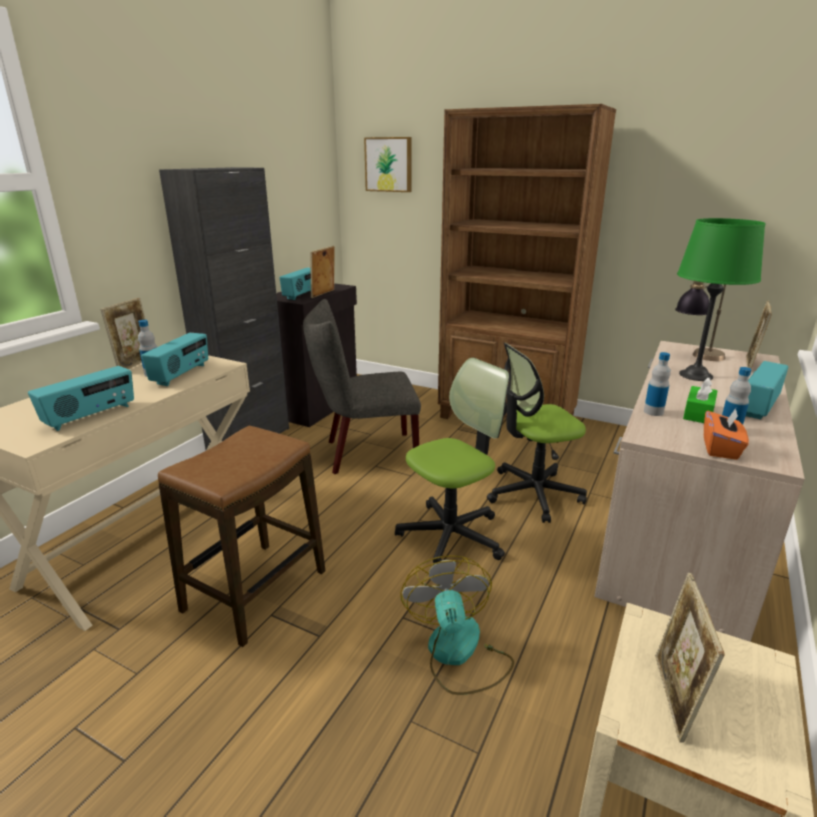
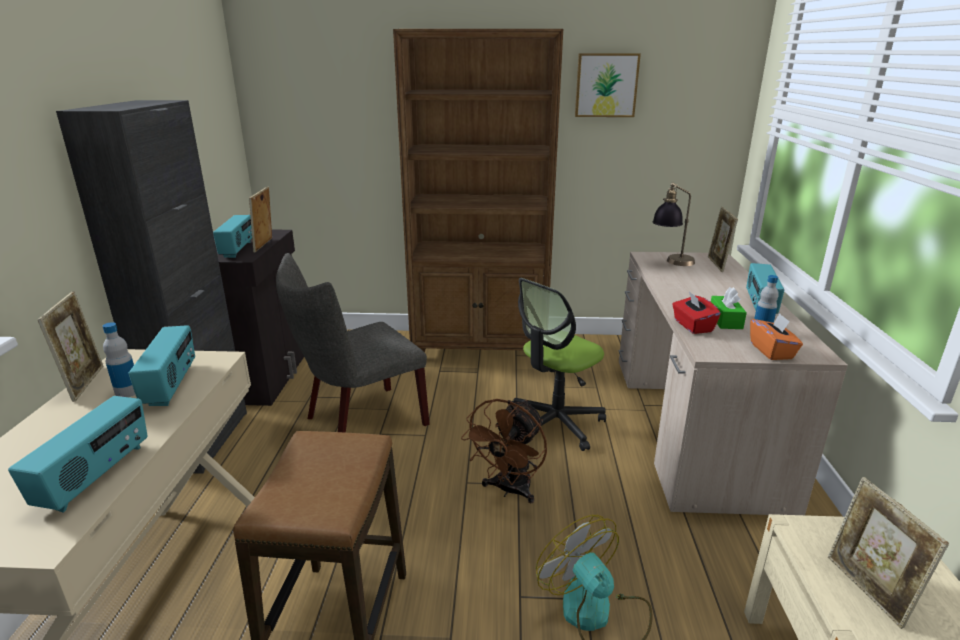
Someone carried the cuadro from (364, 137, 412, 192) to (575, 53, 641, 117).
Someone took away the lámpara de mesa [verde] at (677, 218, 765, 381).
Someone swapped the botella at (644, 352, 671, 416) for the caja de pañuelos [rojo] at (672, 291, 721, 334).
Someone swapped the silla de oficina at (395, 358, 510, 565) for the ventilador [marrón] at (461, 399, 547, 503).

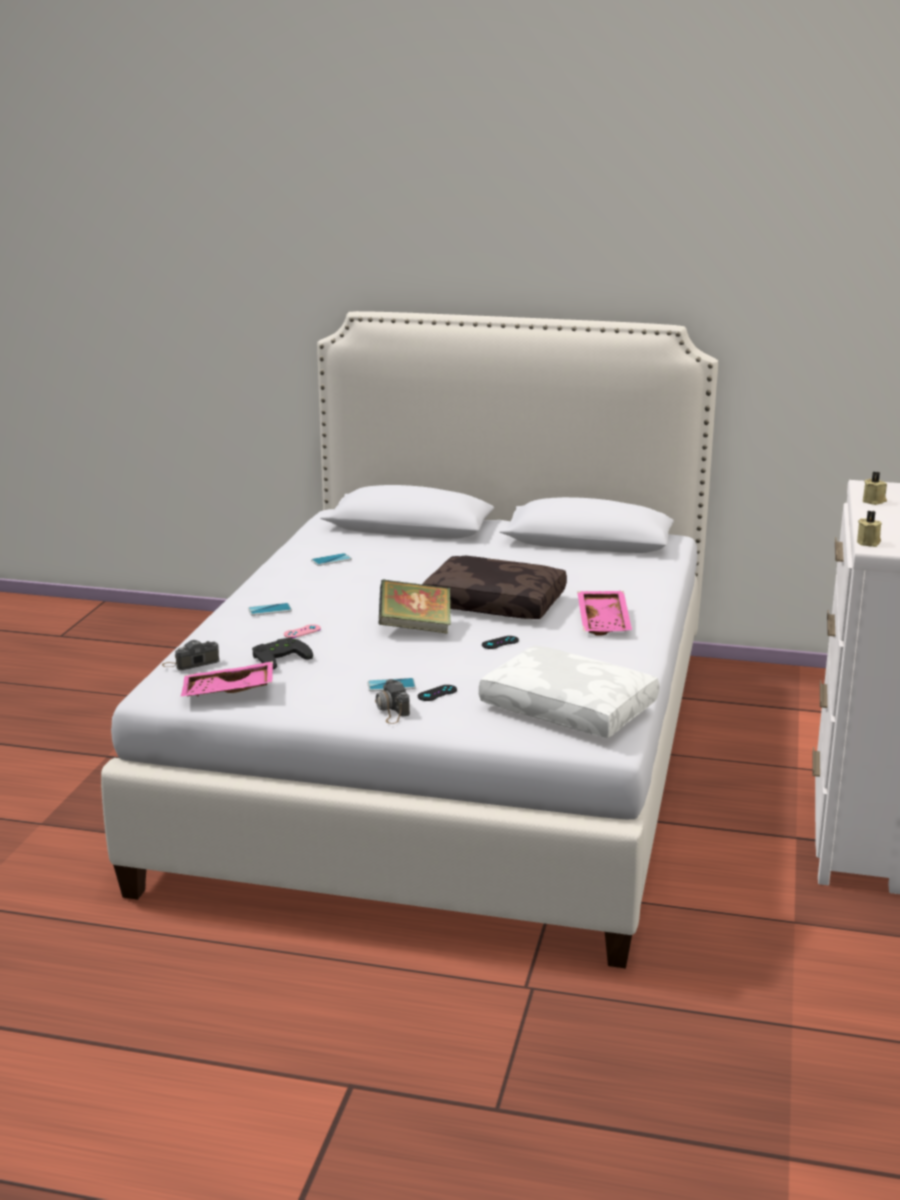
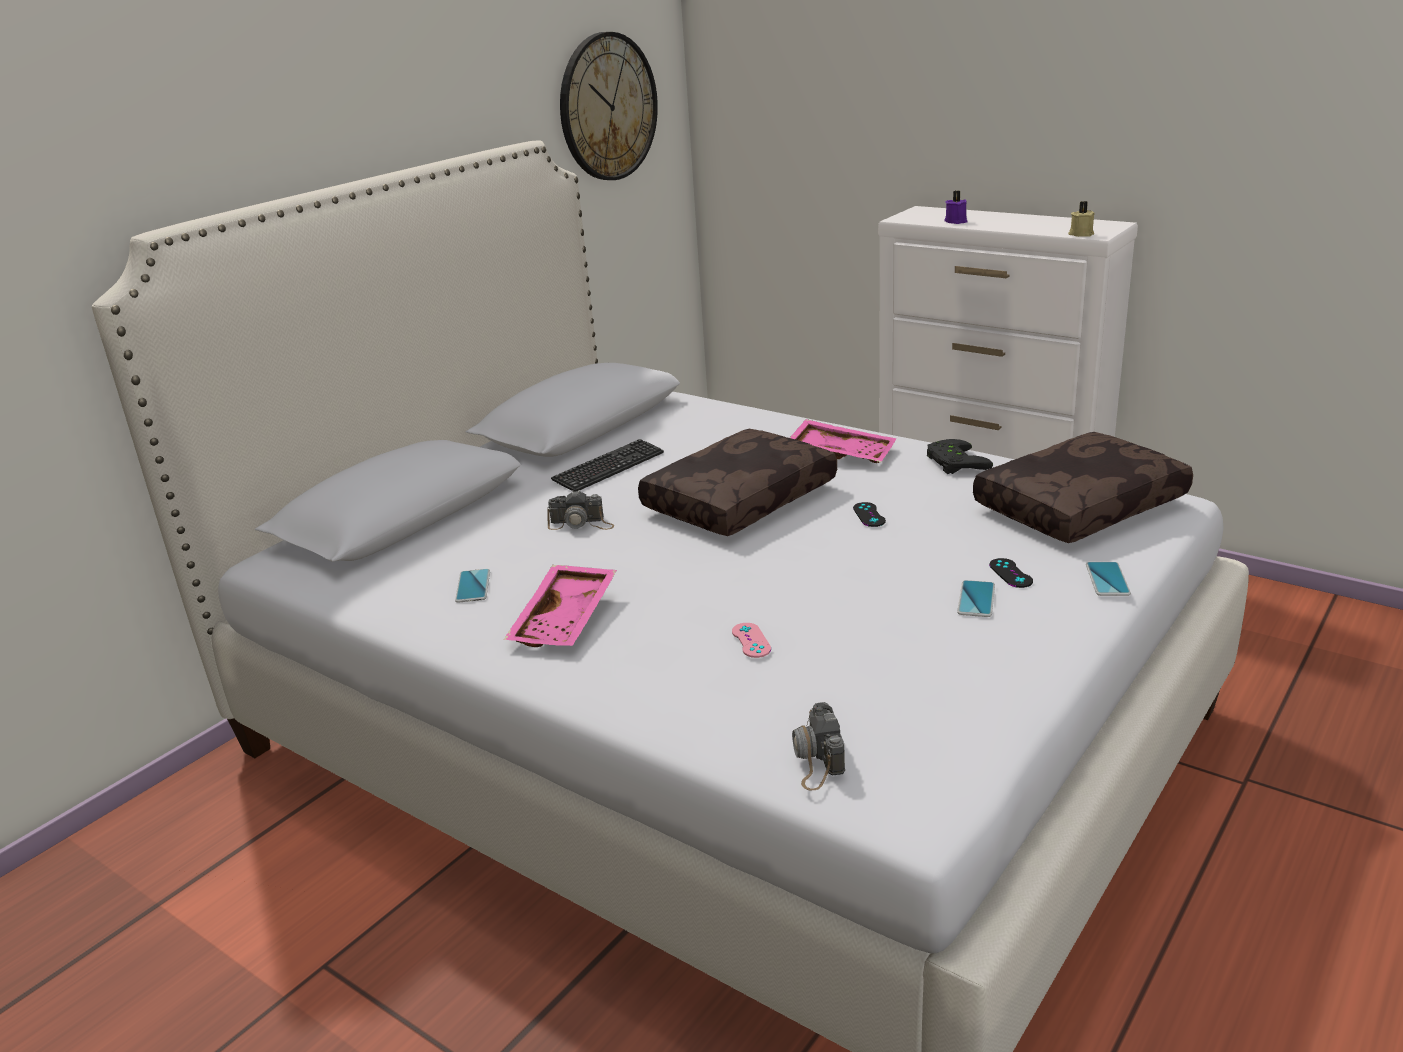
Someone repainted the vela [beis] at (863, 471, 887, 505), which became the vela [morado] at (944, 191, 968, 224).
Someone took away the libro at (379, 579, 451, 634).
Someone carried the móvil from (248, 603, 292, 616) to (1086, 562, 1131, 596).
Someone carried the mando de consola [negro] from (252, 638, 313, 669) to (927, 439, 993, 474).
Someone repainted the cojín [blanco] at (479, 646, 660, 738), which became the cojín [marrón] at (973, 432, 1193, 543).
Someone carried the bandeja [rosa] from (181, 661, 273, 697) to (504, 565, 617, 647).
Someone carried the cámara from (375, 679, 410, 724) to (547, 490, 614, 530).
Someone put up the reloj de pared at (560, 32, 658, 180).
Someone put down the teclado at (551, 439, 664, 492).

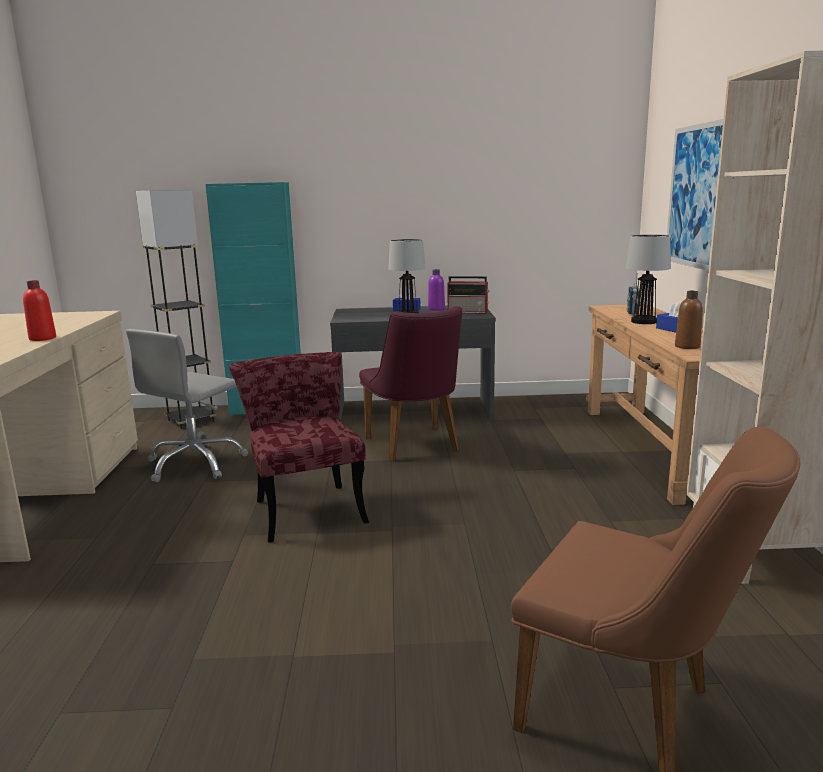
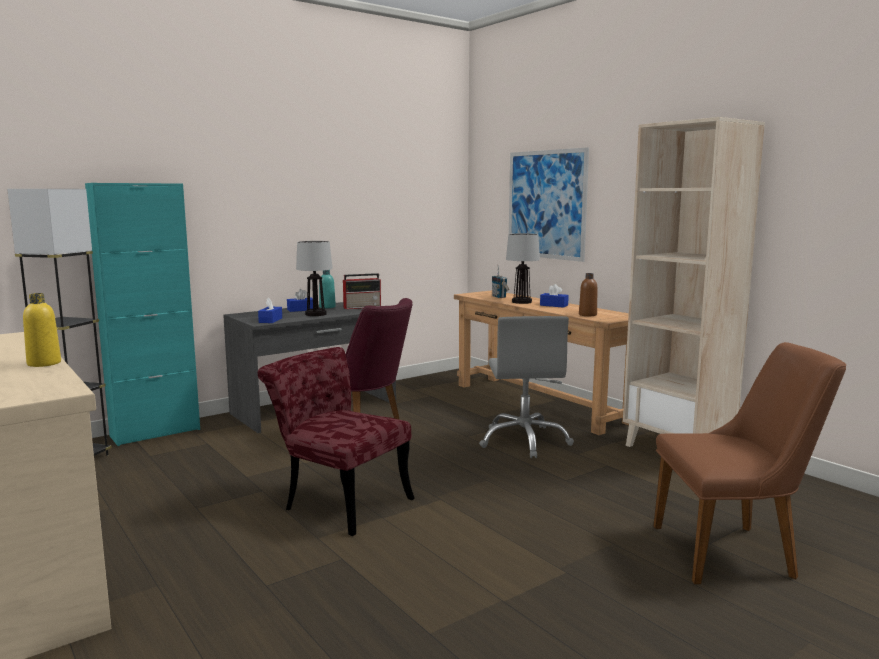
Someone repainted the botella [morado] at (428, 269, 445, 311), which became the botella [turquesa] at (319, 270, 336, 308).
Someone repainted the botella [rojo] at (23, 280, 56, 341), which became the botella [amarillo] at (23, 293, 61, 367).
Someone carried the silla de oficina [gris] from (126, 329, 248, 482) to (479, 316, 574, 458).
Someone put down the caja de pañuelos [azul] at (258, 297, 282, 323).

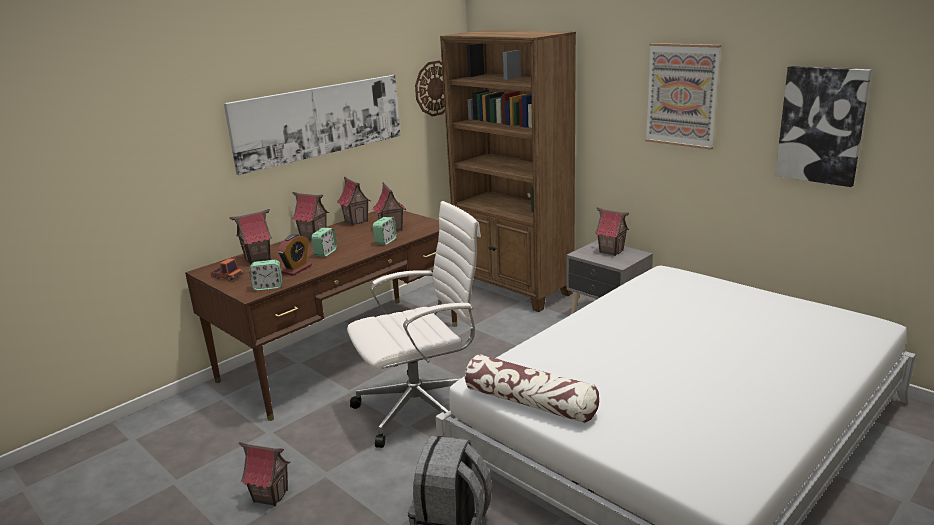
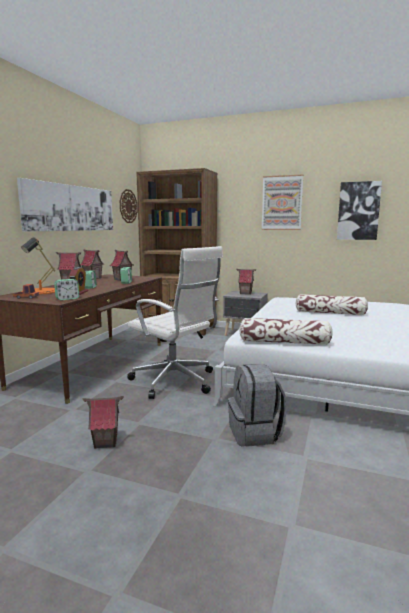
Someone rotated the silla de oficina [blanco] at (347, 201, 481, 448) by 90 degrees clockwise.
Someone swapped the casita at (230, 209, 272, 264) for the lámpara de mesa [naranja] at (21, 237, 55, 295).
Someone put down the cojín at (296, 294, 368, 315).

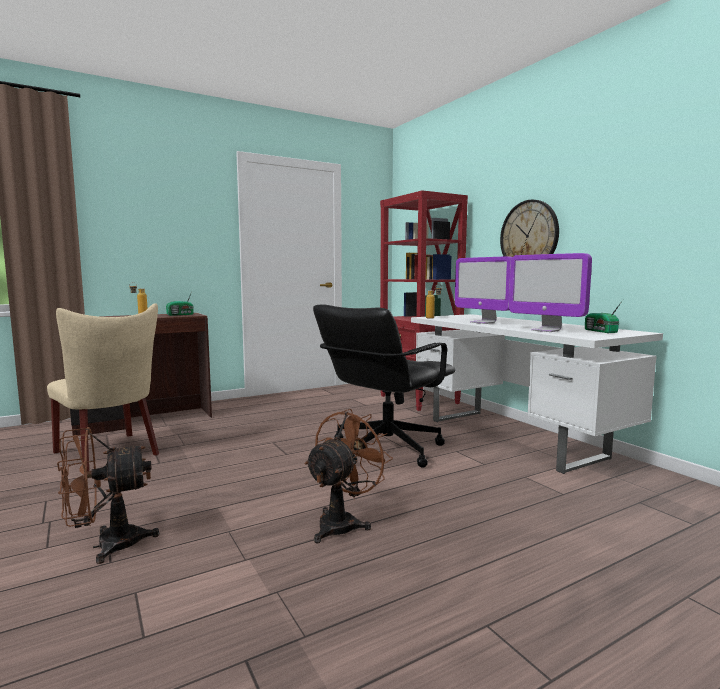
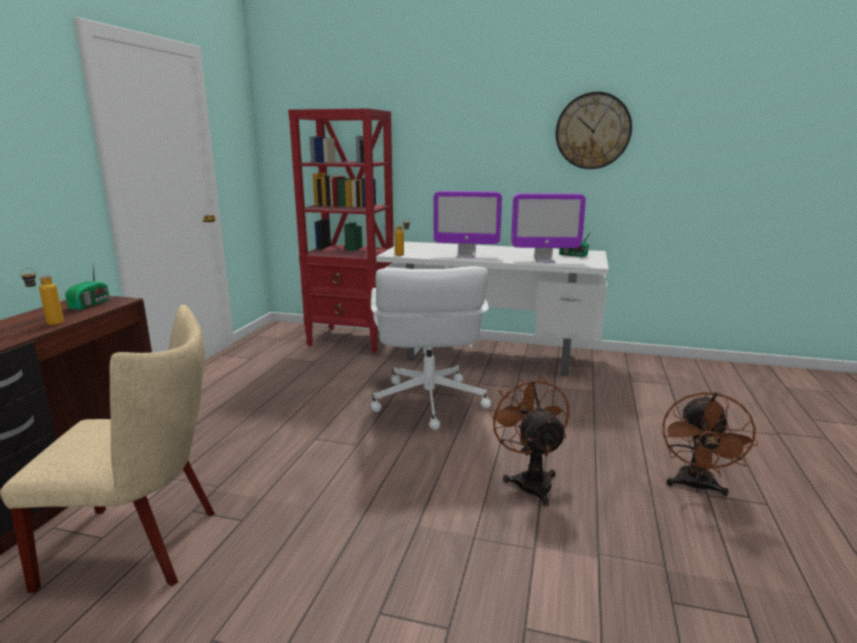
Someone carried the reloj de pared from (500, 200, 559, 257) to (556, 92, 632, 169).
Someone repainted the silla de oficina [negro] at (313, 304, 455, 468), which became the silla de oficina [blanco] at (370, 266, 491, 430).
Someone carried the ventilador [marrón] from (57, 427, 159, 564) to (662, 392, 758, 496).

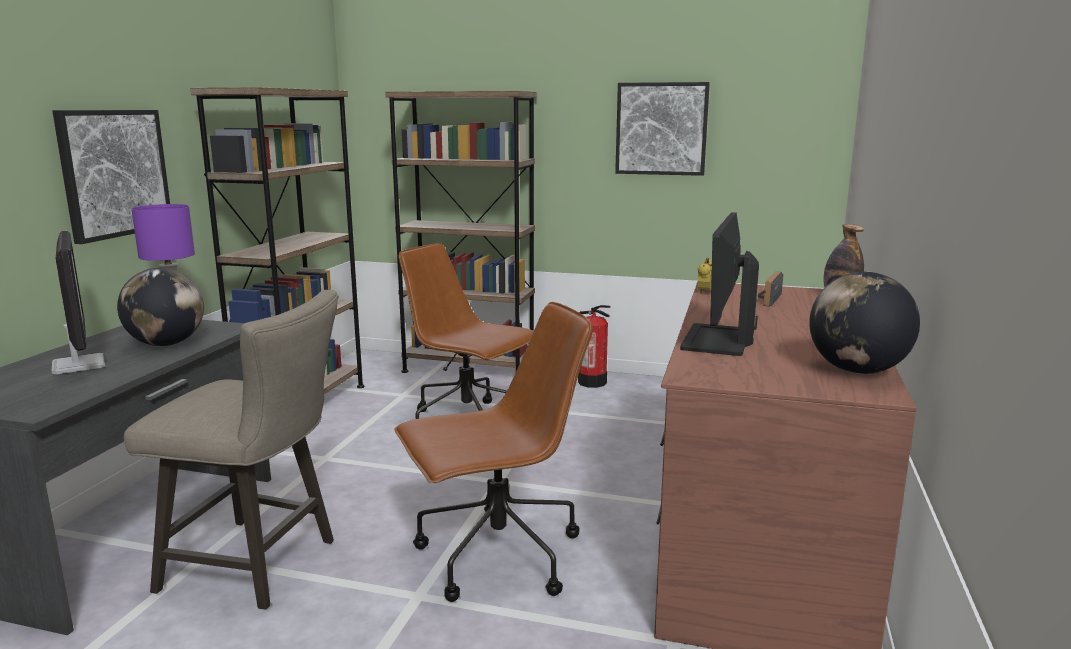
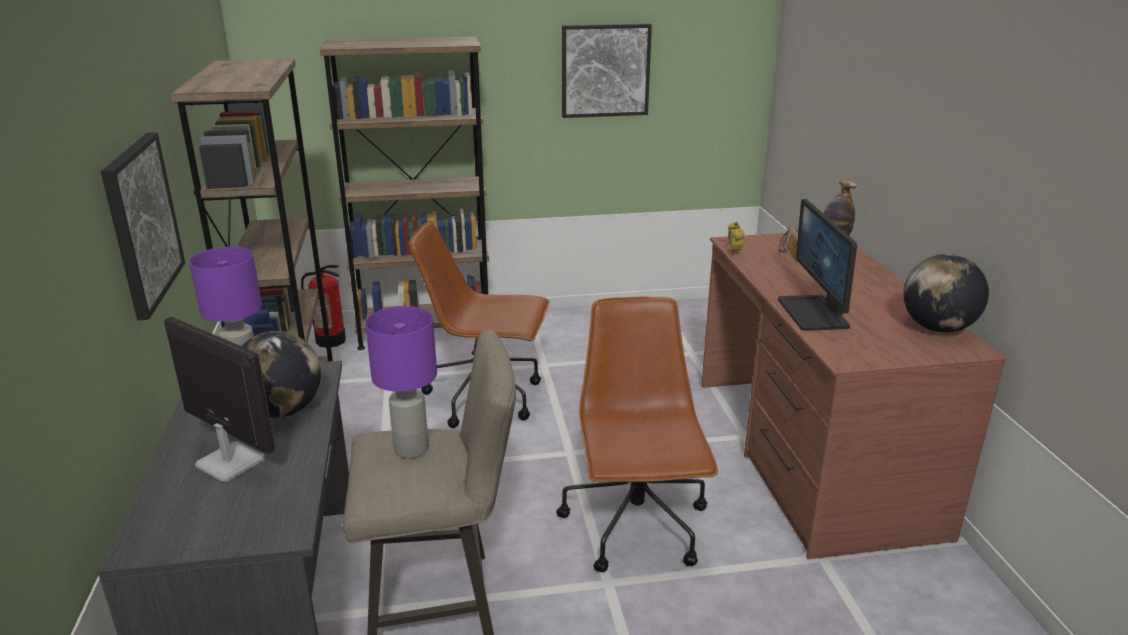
Someone rotated the silla de oficina [marrón] at (394, 302, 593, 602) by 45 degrees counterclockwise.
Someone carried the extintor from (578, 305, 610, 388) to (301, 265, 346, 348).
Someone put down the lámpara de mesa [morado] at (365, 306, 437, 459).

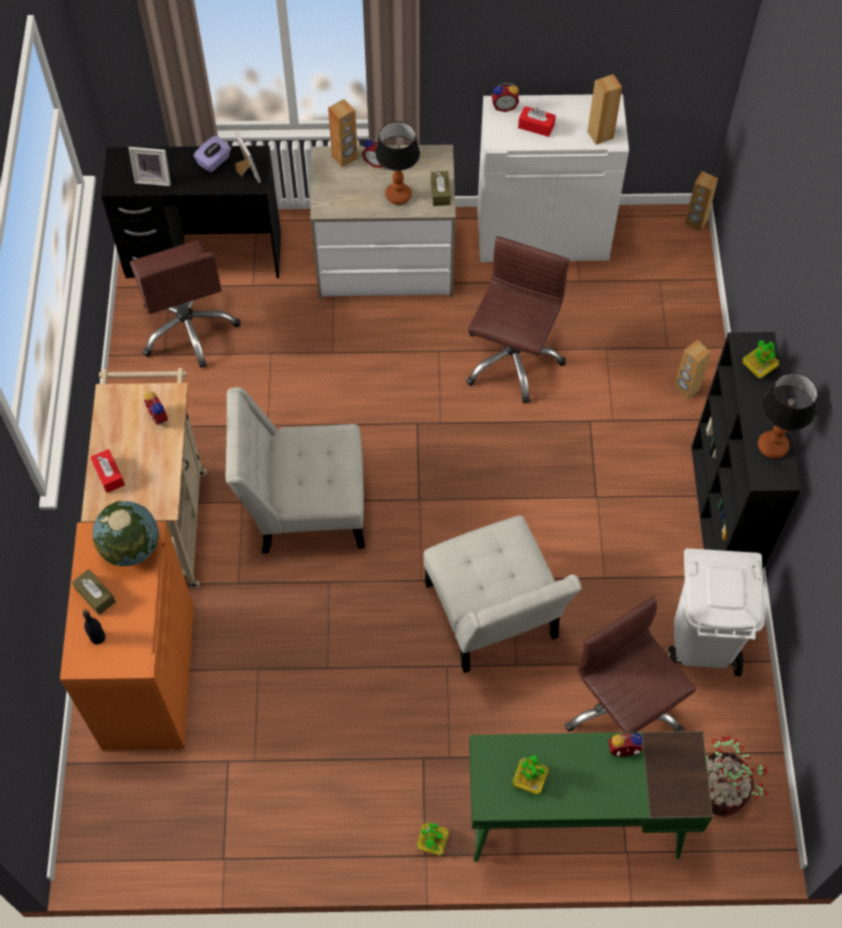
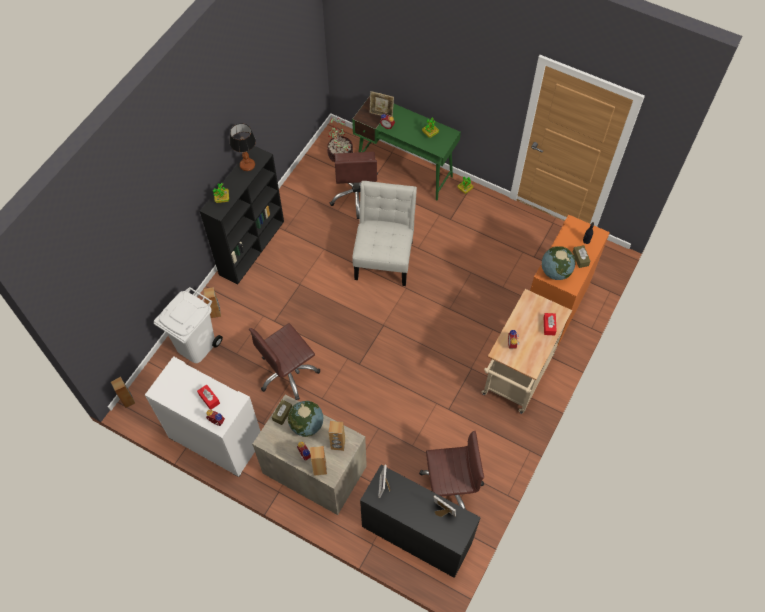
Someone carried the altavoz [marrón] from (588, 74, 622, 145) to (329, 421, 345, 451).
Someone swapped the lámpara de mesa at (375, 121, 420, 205) for the globo terráqueo at (288, 401, 324, 437).
Someone took away the caja de pañuelos [morado] at (193, 135, 231, 173).
Someone rotated the silla de oficina [marrón] at (130, 240, 240, 368) by 75 degrees clockwise.
Someone took away the silla [blanco] at (226, 387, 365, 553).
Someone carried the papelera [blanco] from (668, 548, 765, 676) to (154, 287, 223, 363).
Someone put down the portarretratos at (370, 91, 394, 117).

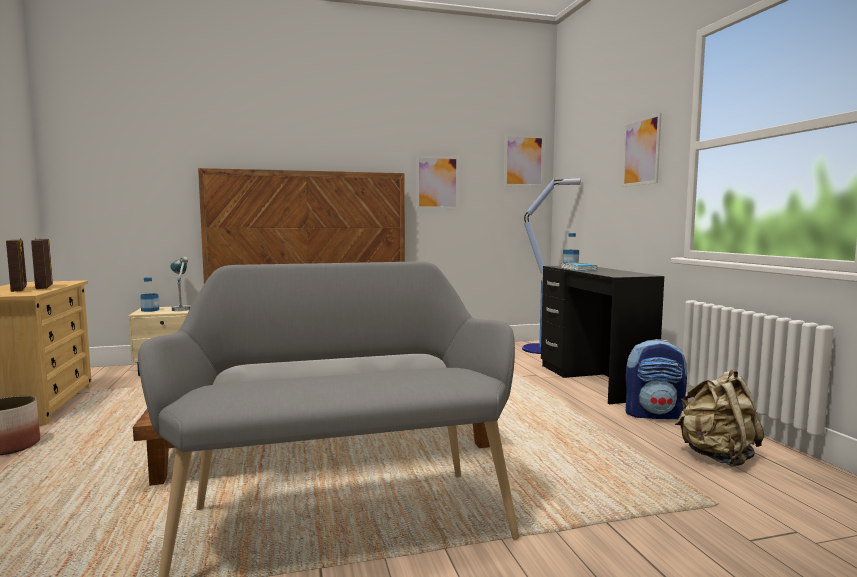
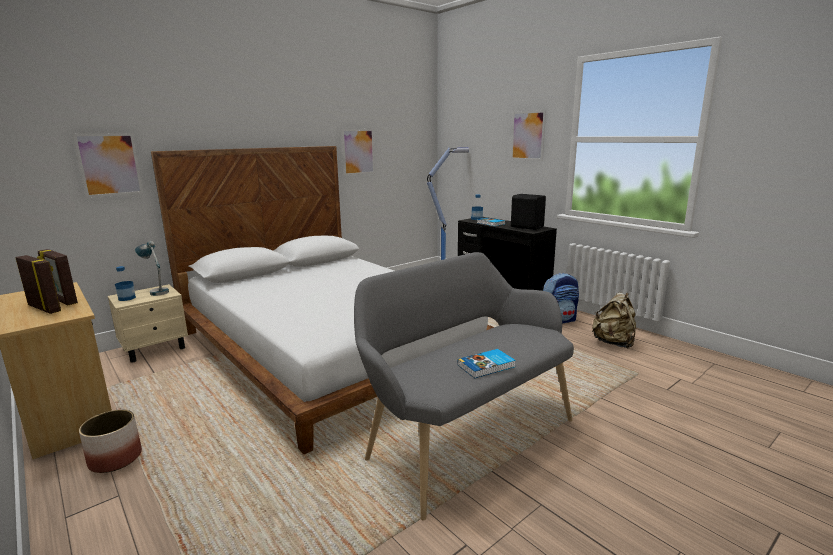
Someone carried the cuadro from (504, 134, 544, 187) to (72, 133, 144, 198).
Someone put down the altavoz [negro] at (511, 194, 546, 230).
Someone put down the libro at (458, 349, 516, 378).

